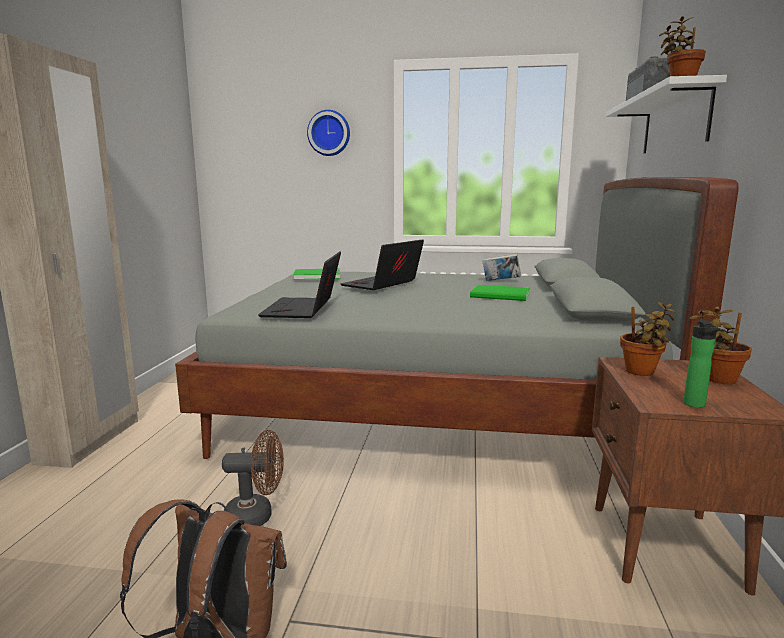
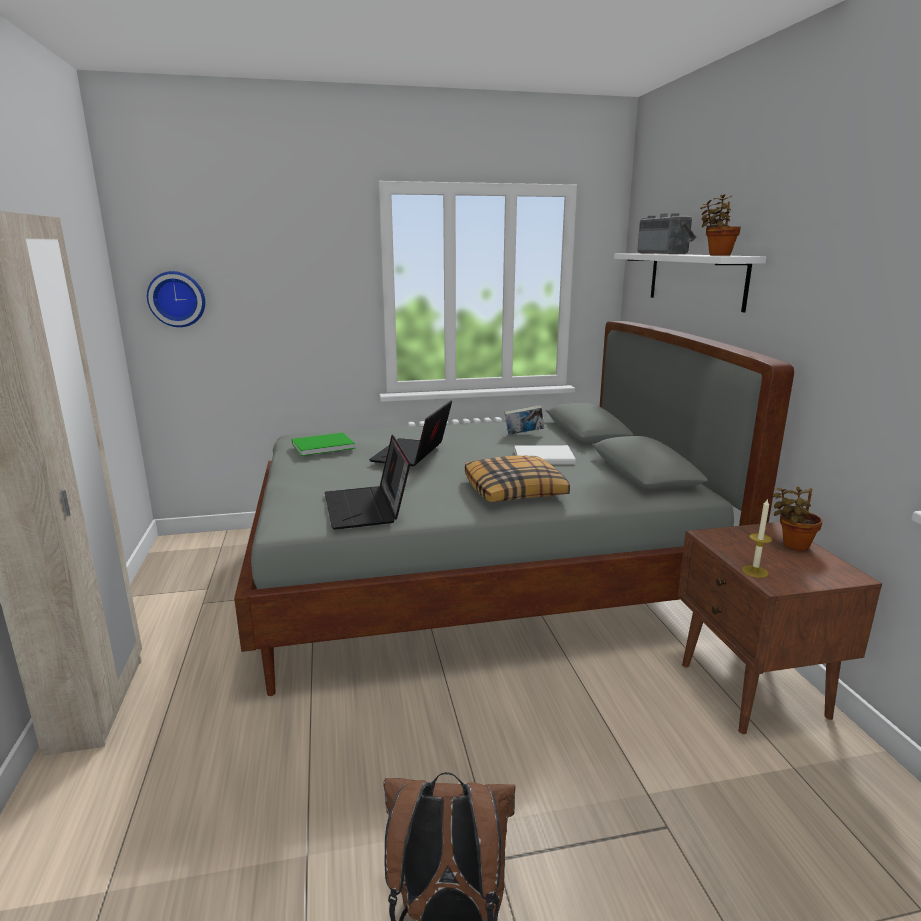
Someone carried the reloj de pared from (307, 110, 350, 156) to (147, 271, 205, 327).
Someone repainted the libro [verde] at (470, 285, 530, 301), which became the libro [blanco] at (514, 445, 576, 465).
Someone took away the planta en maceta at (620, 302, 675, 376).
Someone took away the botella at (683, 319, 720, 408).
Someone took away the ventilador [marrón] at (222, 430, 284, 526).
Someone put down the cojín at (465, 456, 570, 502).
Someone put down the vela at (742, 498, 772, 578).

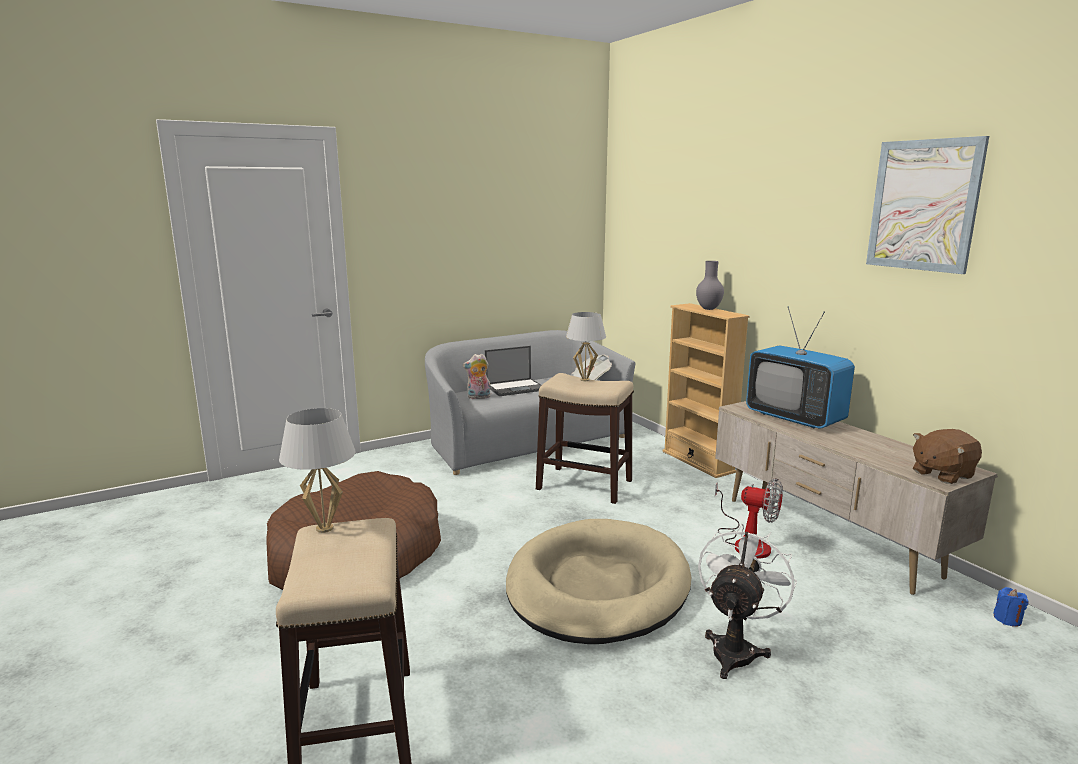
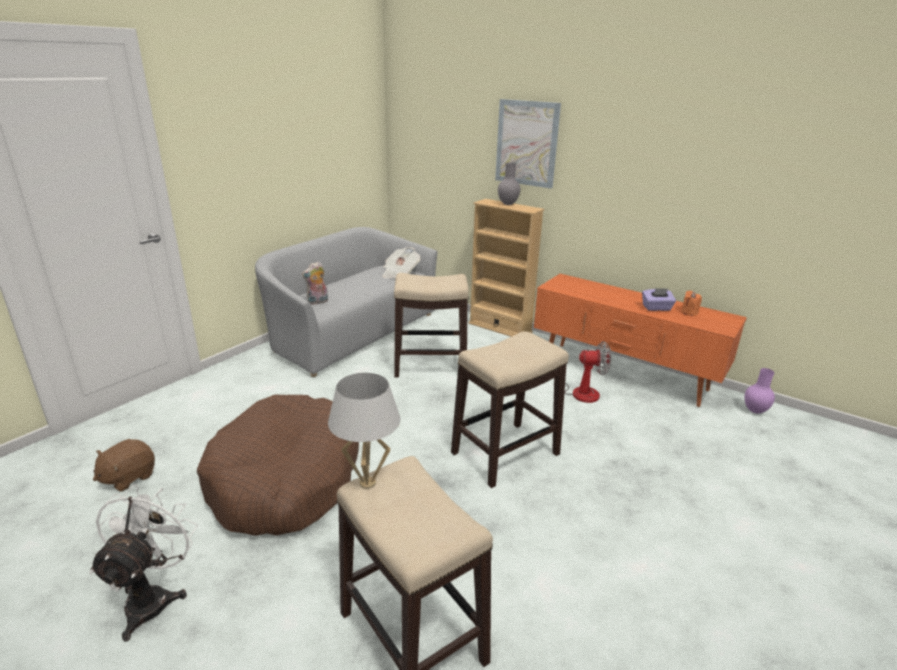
Someone carried the cuadro from (866, 136, 989, 274) to (495, 99, 561, 188).
Someone took away the televisor at (746, 307, 855, 428).
Someone took away the lámpara de mesa [blanco] at (566, 312, 606, 381).
Someone took away the portátil at (485, 346, 541, 396).
Someone repainted the mueble de televisión [beis] at (715, 401, 998, 595), which became the mueble de televisión [naranja] at (534, 274, 747, 407).
Someone carried the peluche [marrón] from (913, 429, 982, 484) to (93, 439, 155, 492).
Someone swapped the cama para perro [beis] at (506, 519, 691, 644) for the taburete at (451, 331, 569, 488).
Someone carried the ventilador [blanco] from (698, 524, 797, 679) to (89, 484, 198, 642).
Someone swapped the vela [azul] at (994, 587, 1028, 627) for the florero [morado] at (745, 368, 775, 414).
Someone put down the caja de pañuelos [morado] at (642, 288, 676, 311).
Someone put down the vela [naranja] at (681, 291, 702, 316).

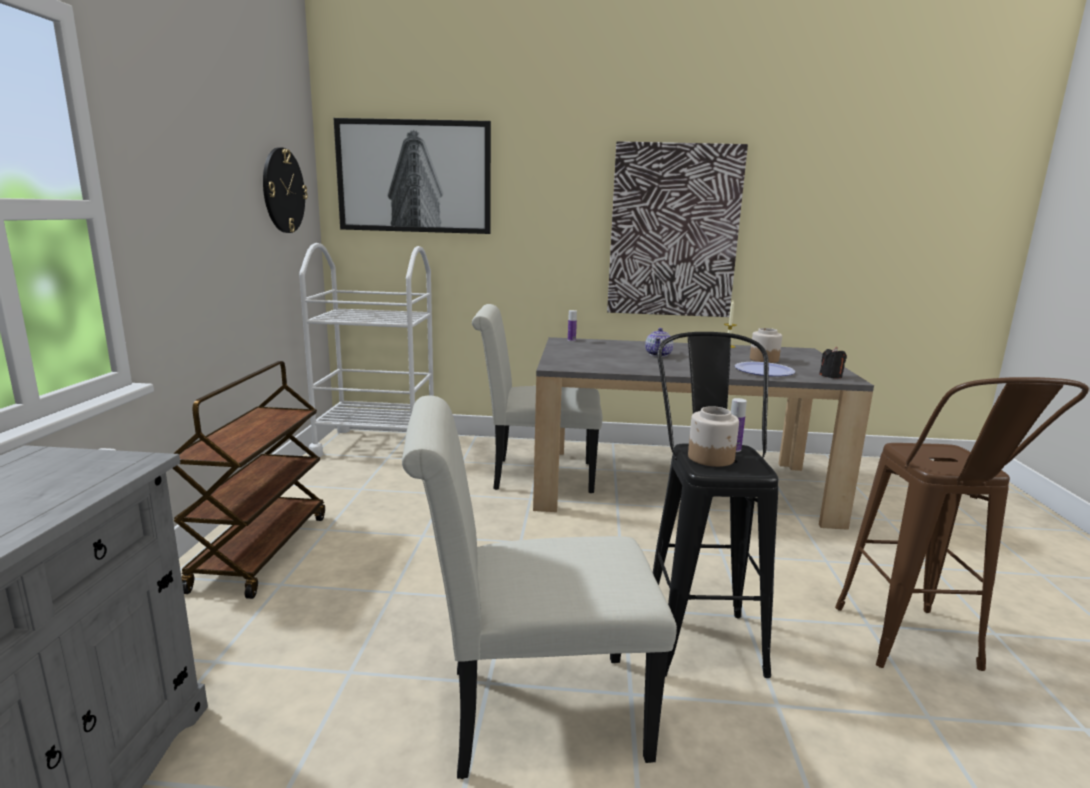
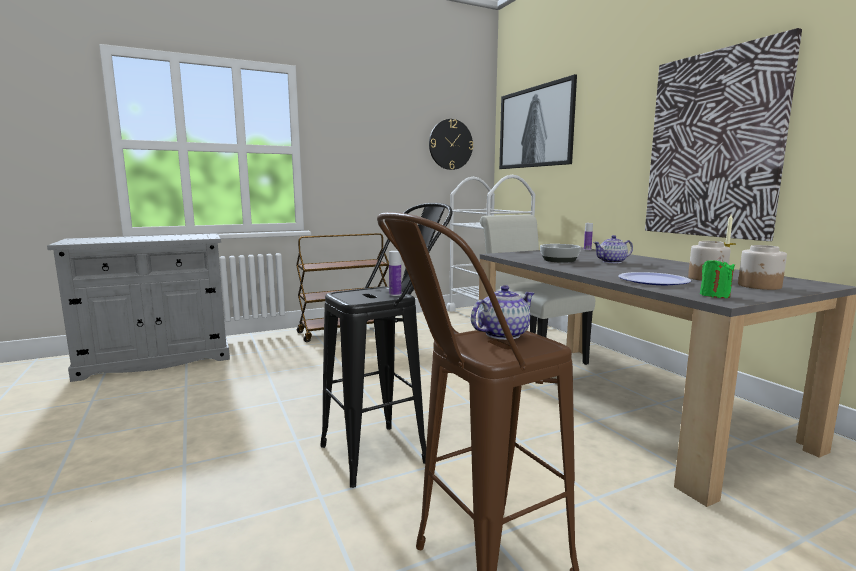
Someone repainted the vela [negro] at (819, 347, 847, 378), which became the vela [verde] at (700, 257, 735, 298).
Someone took away the silla [blanco] at (402, 395, 677, 779).
Someone carried the tarro from (688, 406, 739, 467) to (738, 245, 787, 290).
Someone put down the cuenco at (540, 244, 581, 263).
Someone put down the tetera at (471, 285, 534, 340).

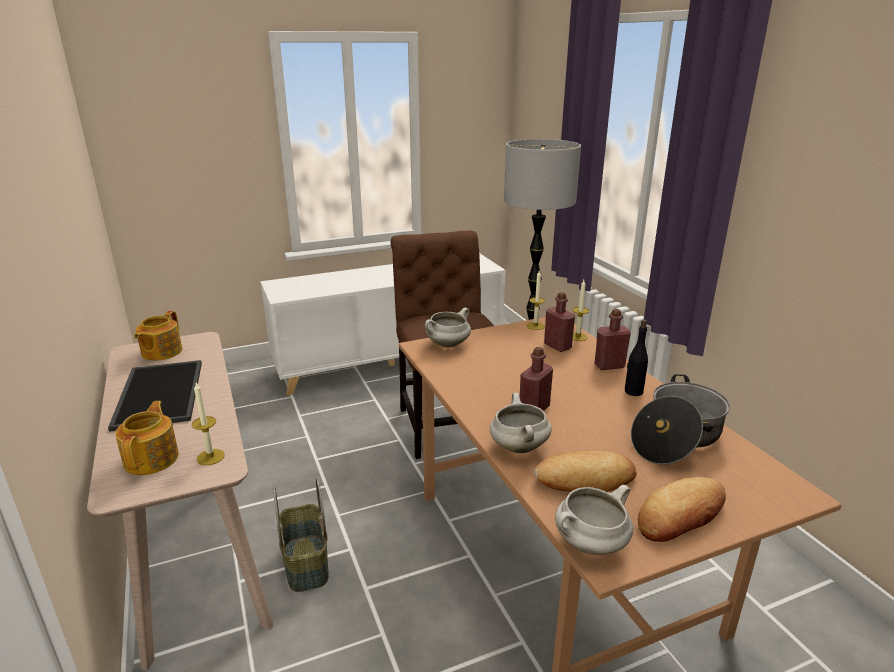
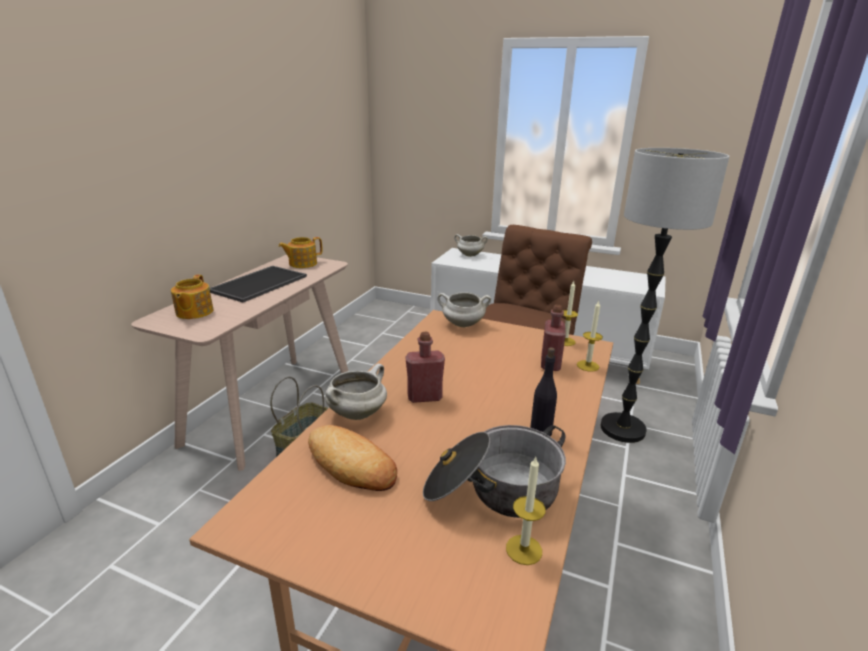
Someone took away the botella [rojo] at (595, 309, 631, 370).
Someone carried the vela from (192, 383, 225, 466) to (506, 457, 546, 565).
Someone rotated the tetera at (115, 401, 179, 475) by 135 degrees clockwise.
Someone took away the pan at (638, 477, 726, 542).
Someone carried the olla [blanco] from (555, 485, 633, 555) to (454, 234, 488, 257).

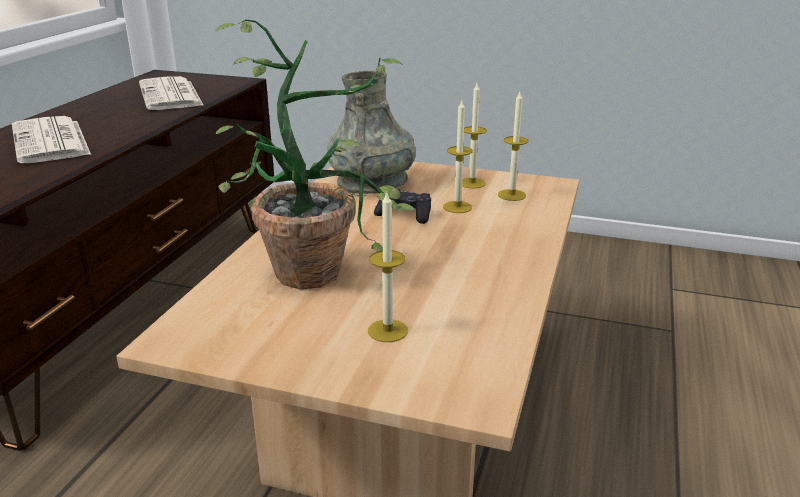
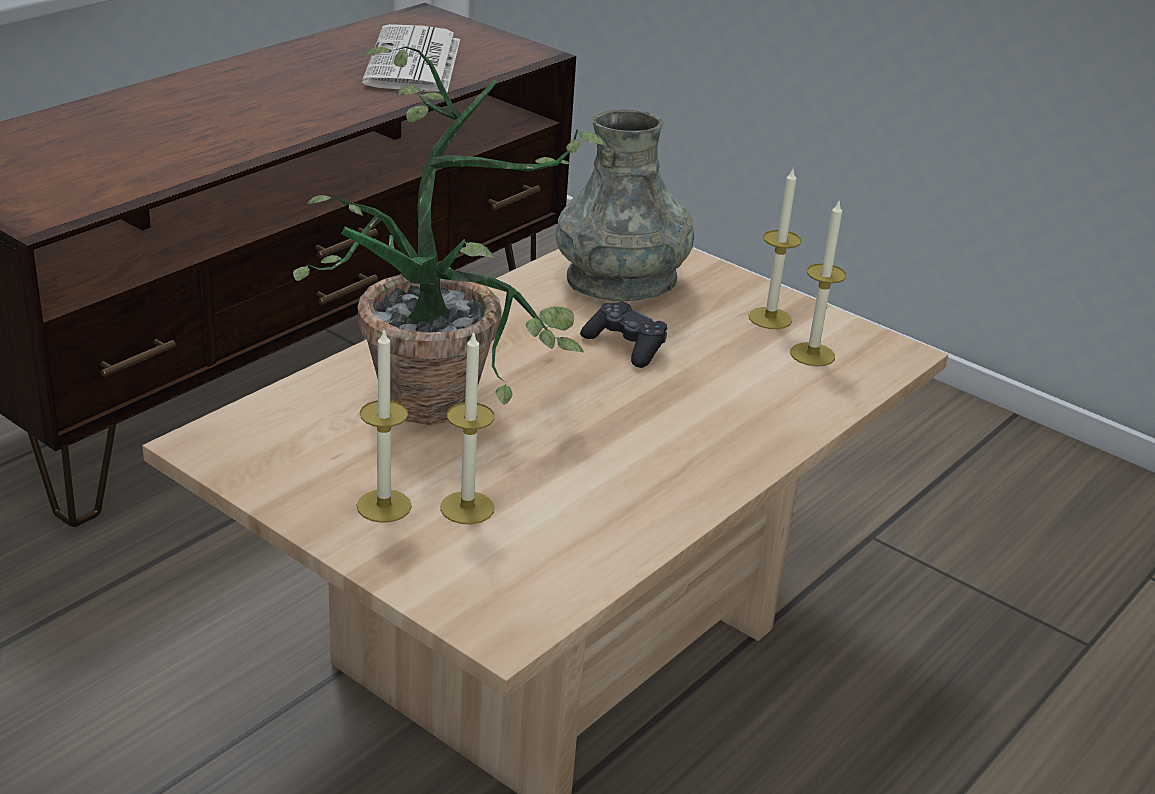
Someone carried the vela from (443, 101, 473, 213) to (357, 330, 412, 523).
Someone took away the periódico at (12, 116, 91, 163).

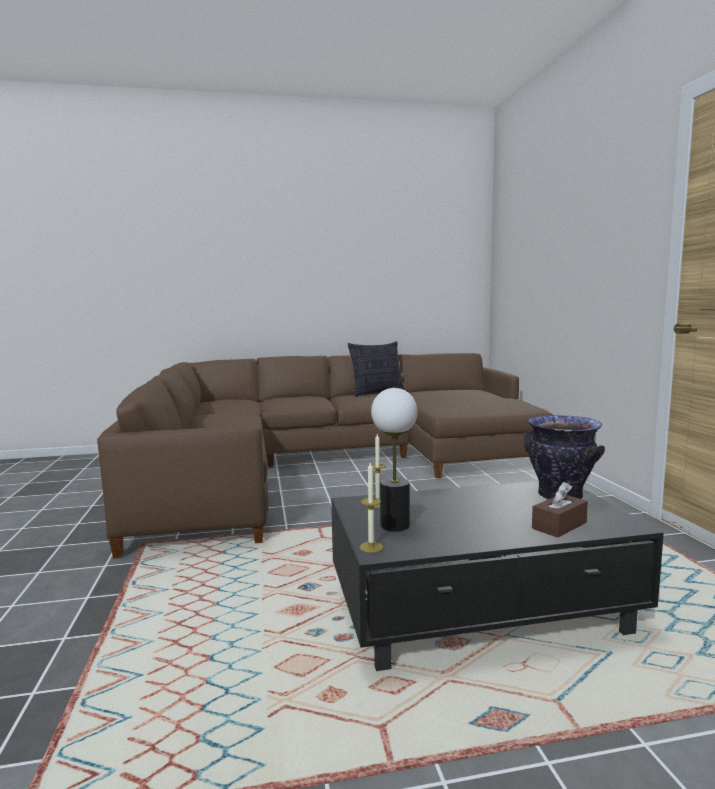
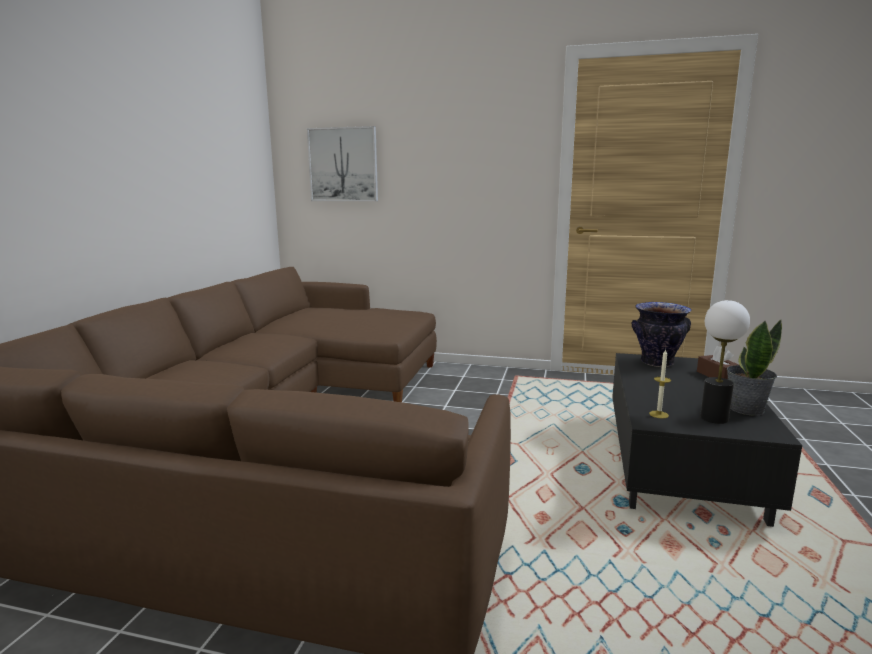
Someone took away the cojín at (348, 341, 406, 397).
Someone took away the vela at (360, 463, 383, 553).
Someone put up the cuadro at (307, 126, 378, 201).
Someone put down the planta en maceta at (727, 319, 782, 416).

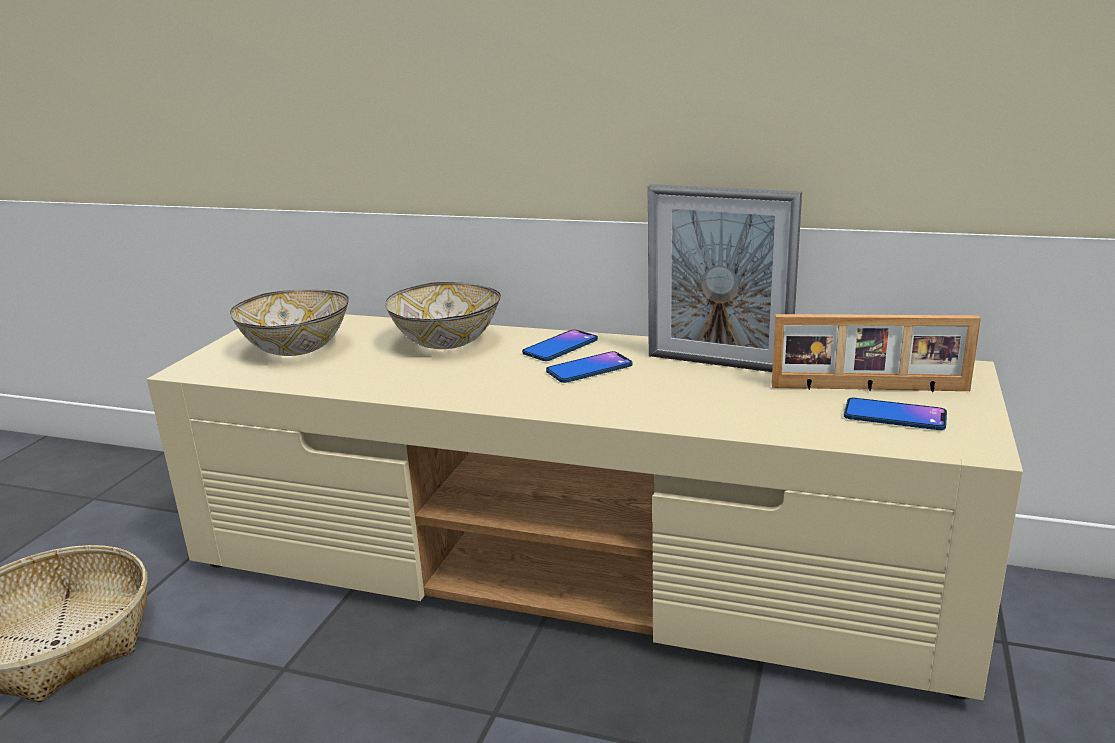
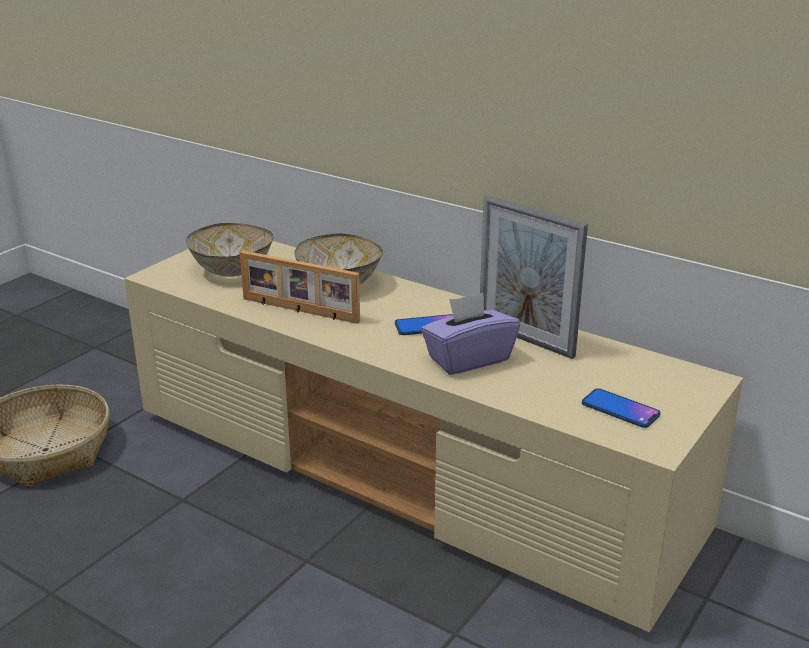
Someone carried the portarretratos from (772, 314, 981, 392) to (240, 250, 360, 324).
Someone took away the móvil at (522, 330, 598, 361).
Someone put down the caja de pañuelos [morado] at (421, 293, 520, 375).

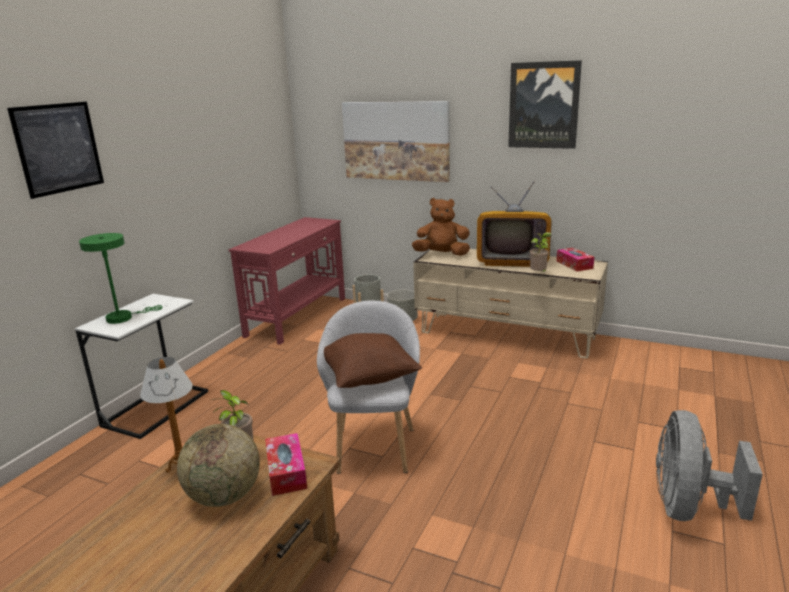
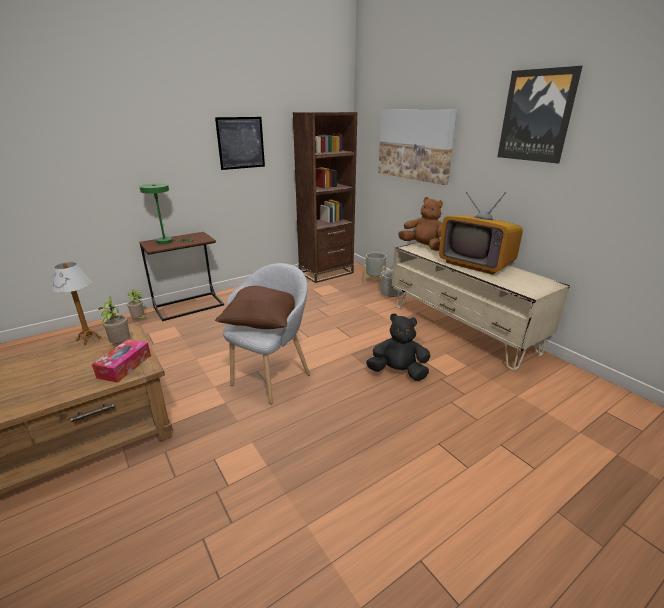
Someone carried the cuadro from (7, 102, 104, 199) to (215, 117, 265, 170).
Someone swapped the mesa consola [rojo] at (229, 217, 345, 345) for the estantería [marrón] at (293, 112, 357, 283).
Someone carried the planta en maceta from (530, 232, 551, 272) to (127, 289, 147, 319).
Someone took away the caja de pañuelos at (556, 248, 594, 272).
Someone repainted the mesa auxiliar [blanco] at (75, 294, 208, 439), which became the mesa auxiliar [marrón] at (139, 232, 224, 321).
Someone took away the ventilador [gris] at (656, 410, 763, 521).
Someone took away the globo terráqueo at (177, 424, 260, 507).
Someone put down the peluche [negro] at (366, 313, 430, 381).

